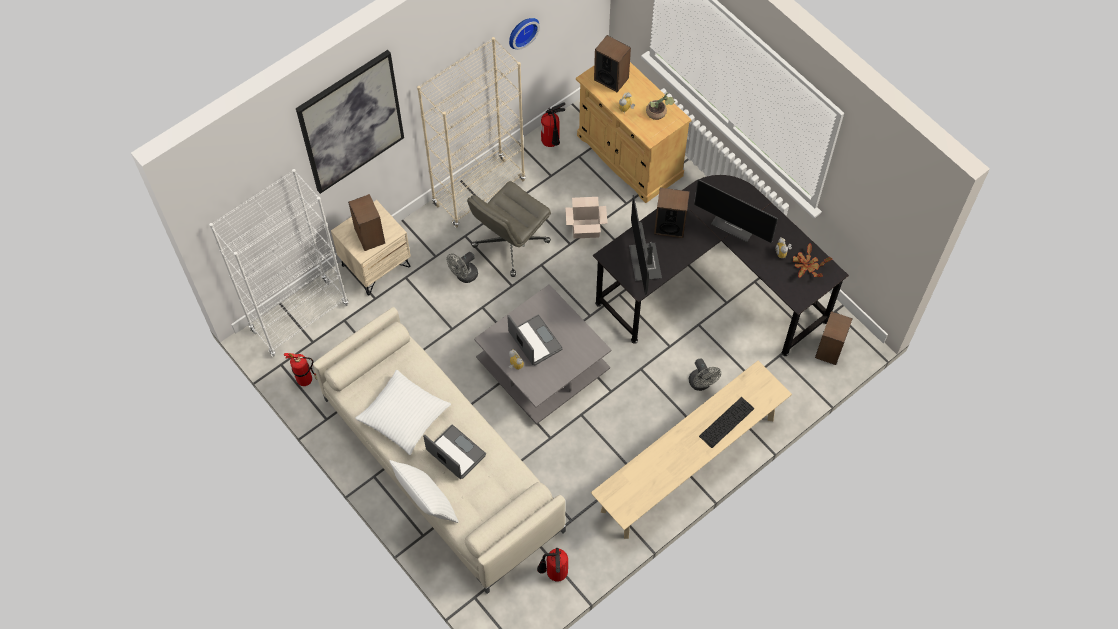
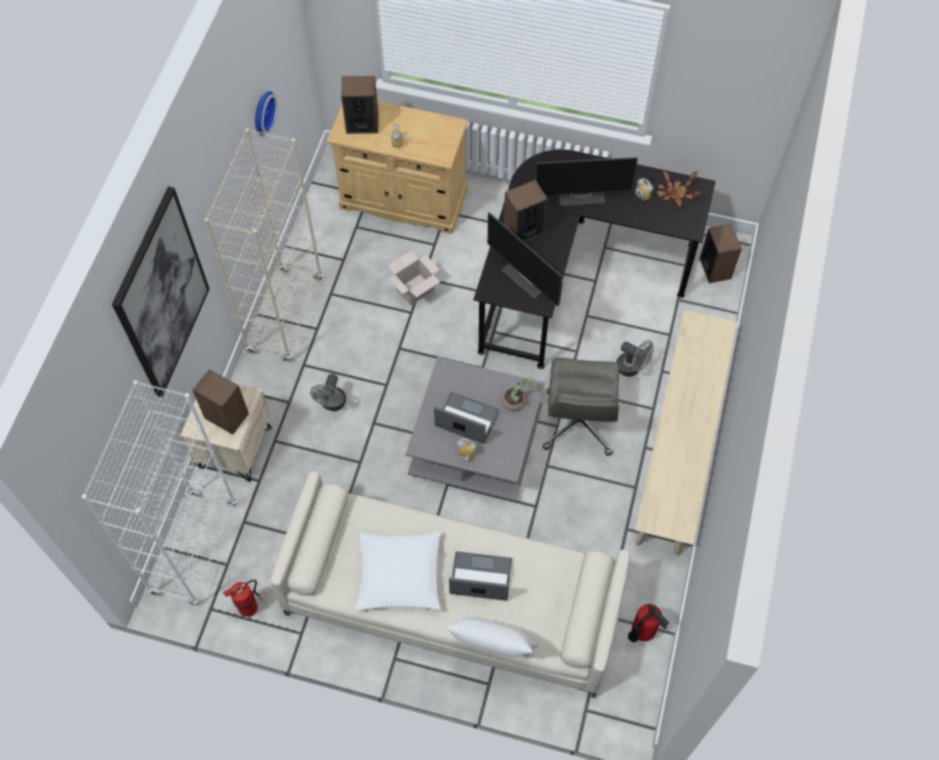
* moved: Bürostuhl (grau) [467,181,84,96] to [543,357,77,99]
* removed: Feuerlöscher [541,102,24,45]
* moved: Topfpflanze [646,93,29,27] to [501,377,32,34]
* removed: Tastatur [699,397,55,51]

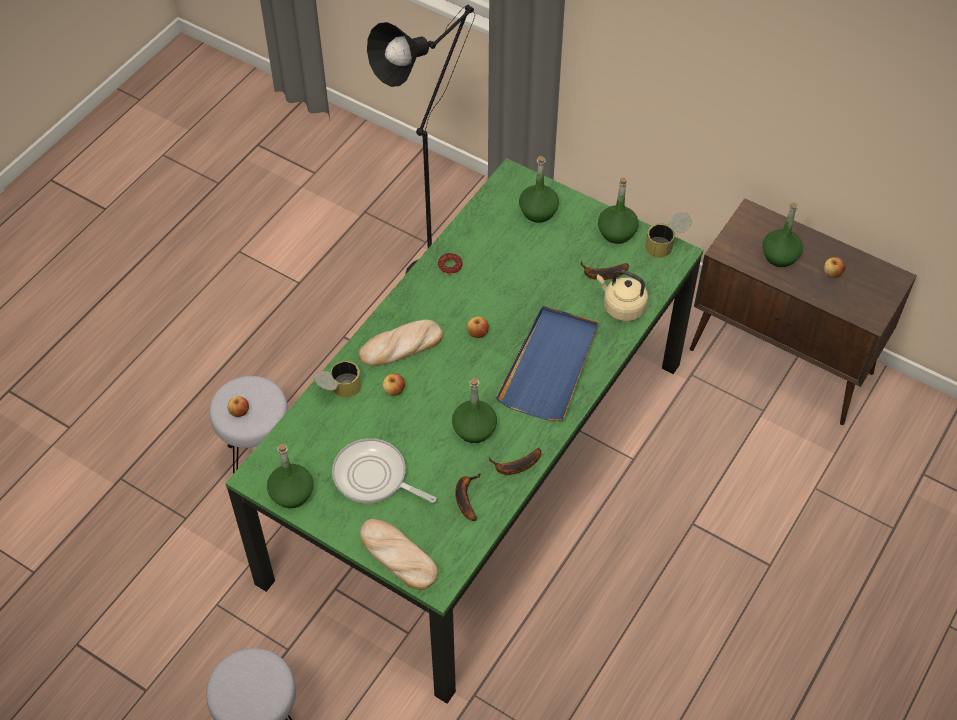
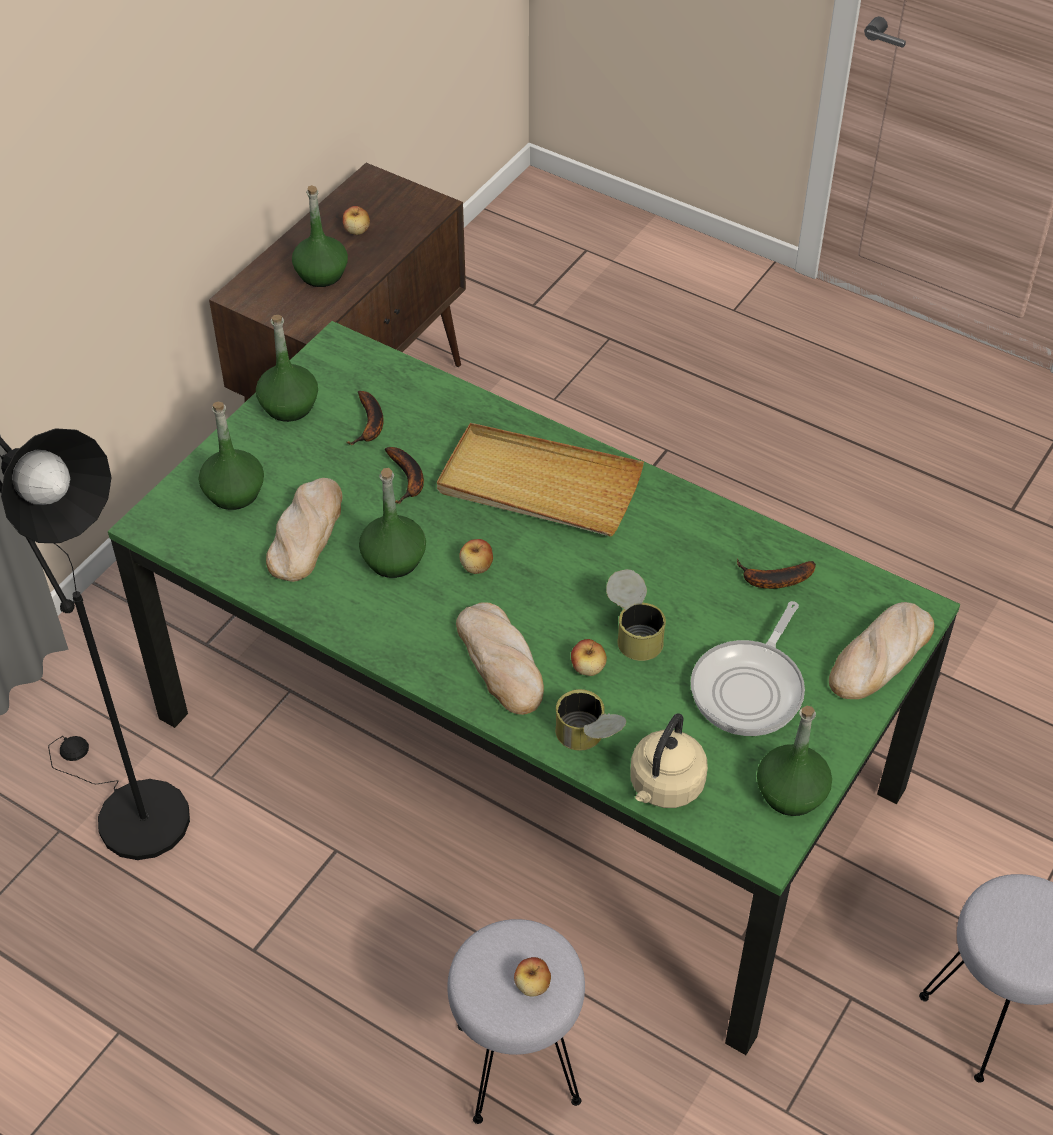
* removed: Donut [438,253,25,21]
* moved: Flasche (grün) [452,378,45,65] to [359,468,67,110]
* moved: Banane [489,448,52,27] to [385,447,39,57]
* recoloured: Tablett (blau) [496,306,102,115] to Tablett (beige) [437,423,207,114]
* moved: Wasserkessel (beige) [597,270,51,51] to [630,713,78,95]
* moved: Dose [645,212,47,46] to [606,569,60,92]
* added: Brot [266,478,76,104]

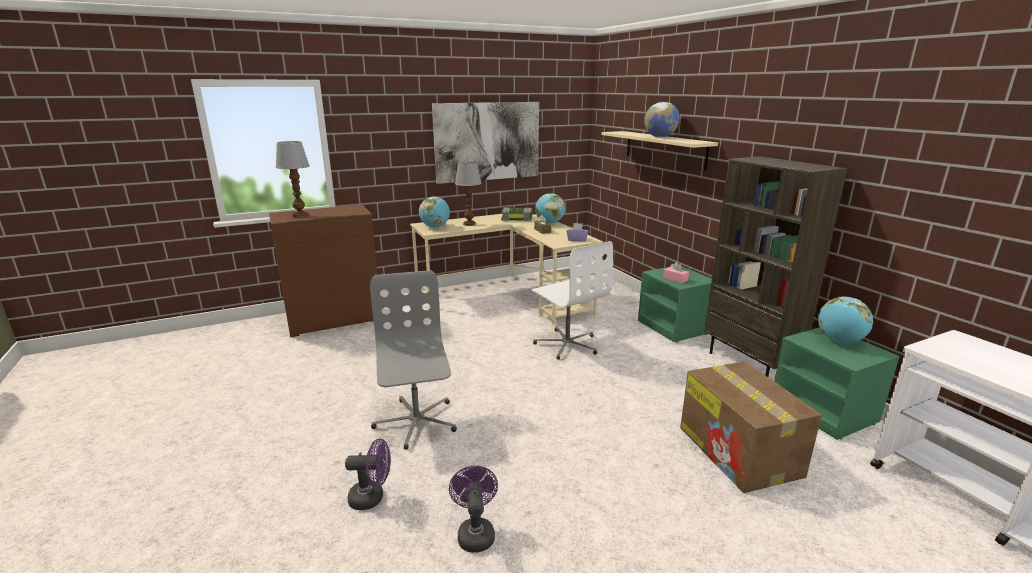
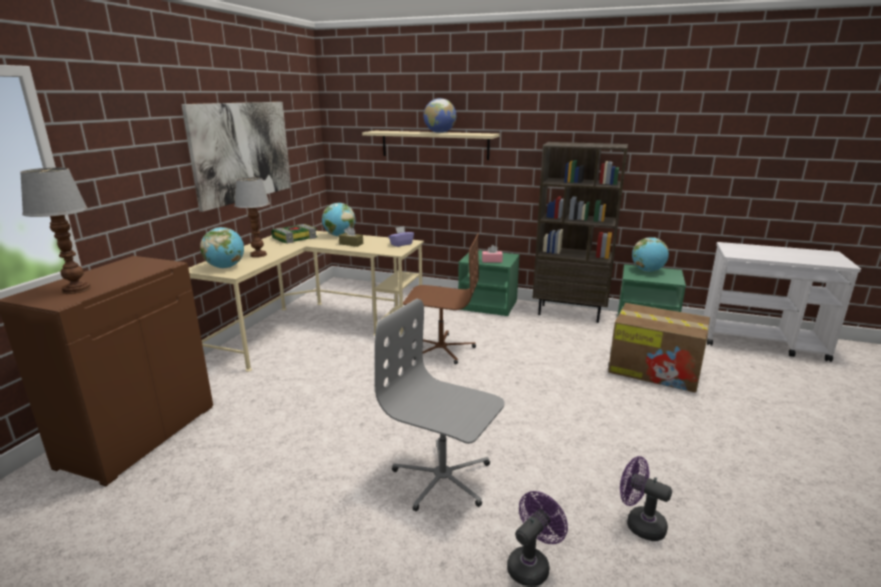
* recoloured: Bürostuhl (weiß) [531,241,82,119] to Bürostuhl (braun) [403,234,76,130]

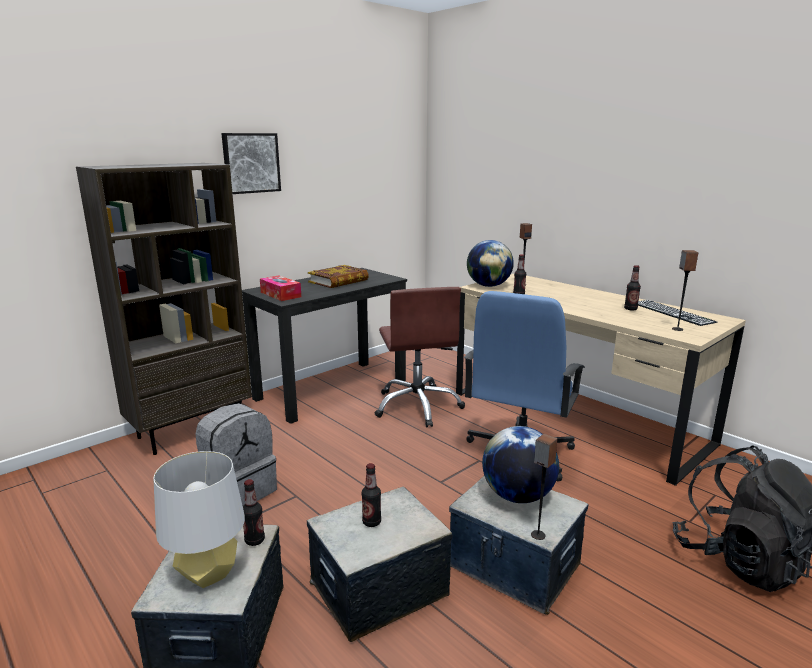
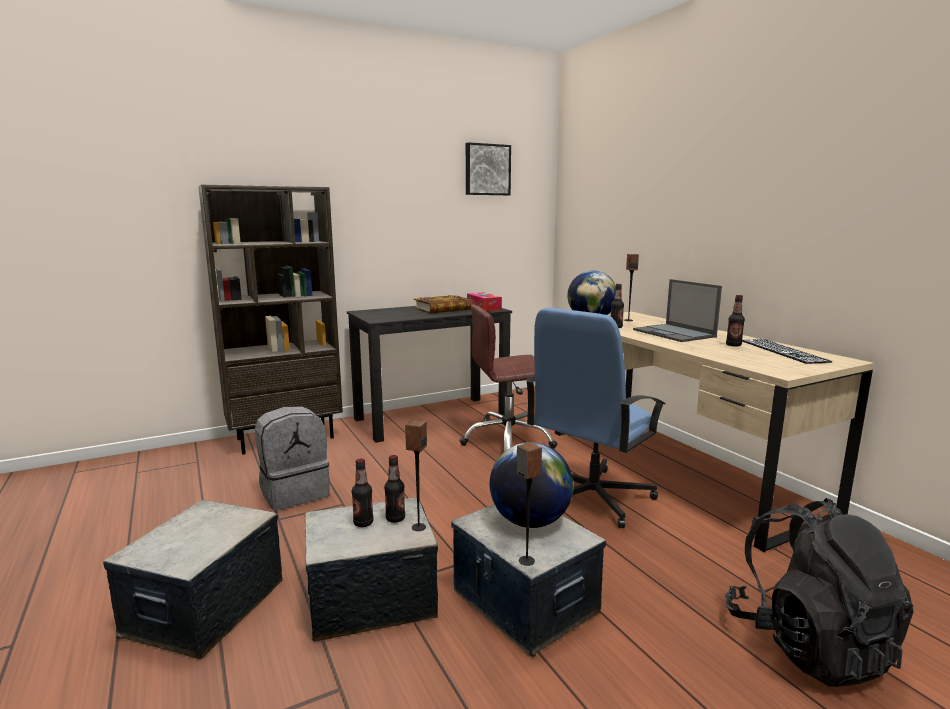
* removed: Tischlampe (grau) [153,451,92,137]
* moved: Bild [221,133,60,61] to [466,142,45,53]
* moved: Flasche [243,479,22,67] to [384,455,21,68]
* moved: Taschentuchbox [260,275,41,26] to [467,292,35,19]
* turned: Bürostuhl (braun) [374,287,91,140] = [460,304,97,148] 75 degrees clockwise
* moved: Lautsprecher [672,250,26,81] to [405,420,22,111]
* added: Laptop [633,279,89,63]

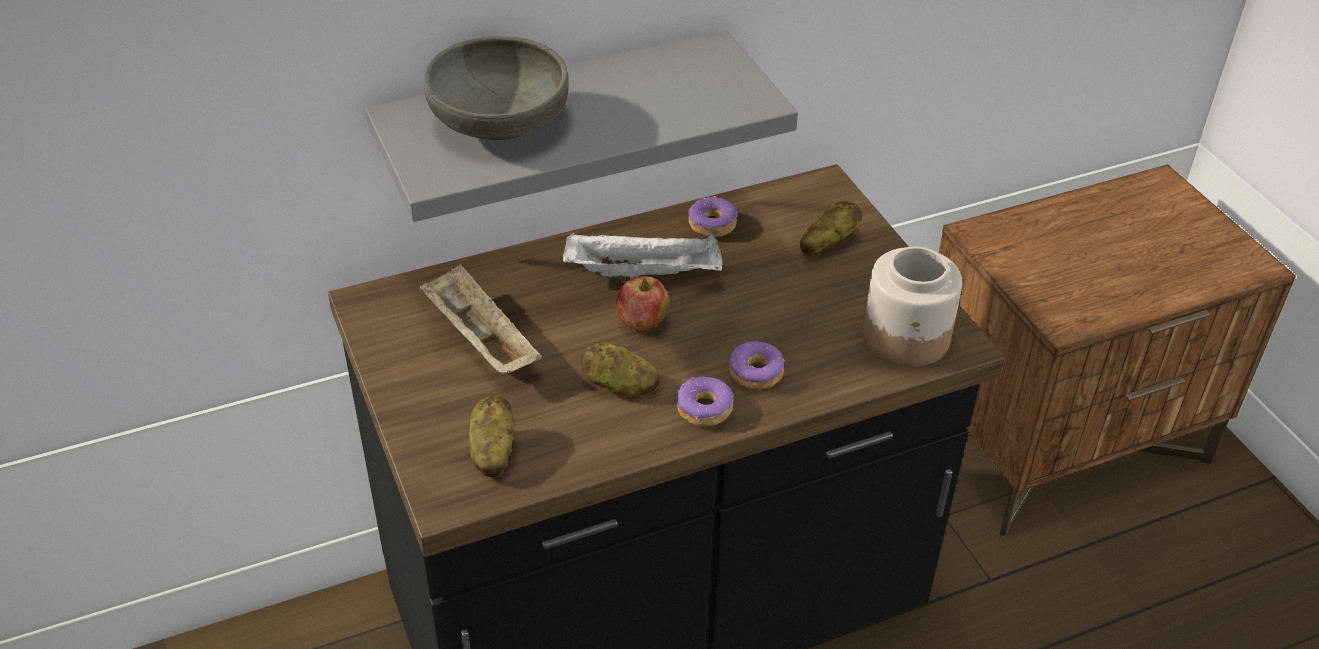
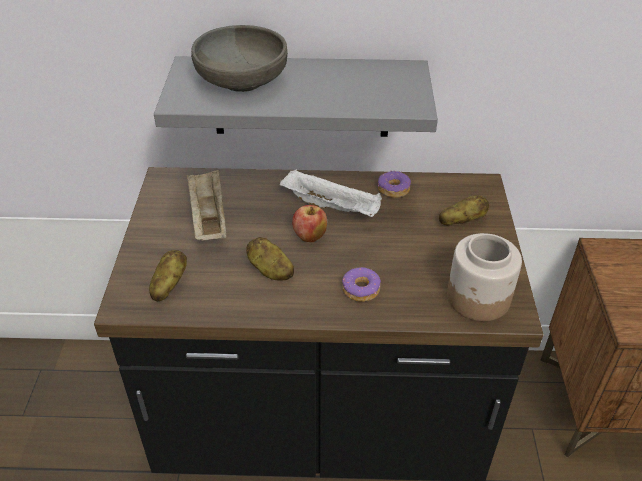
* removed: Donut [677,376,56,50]

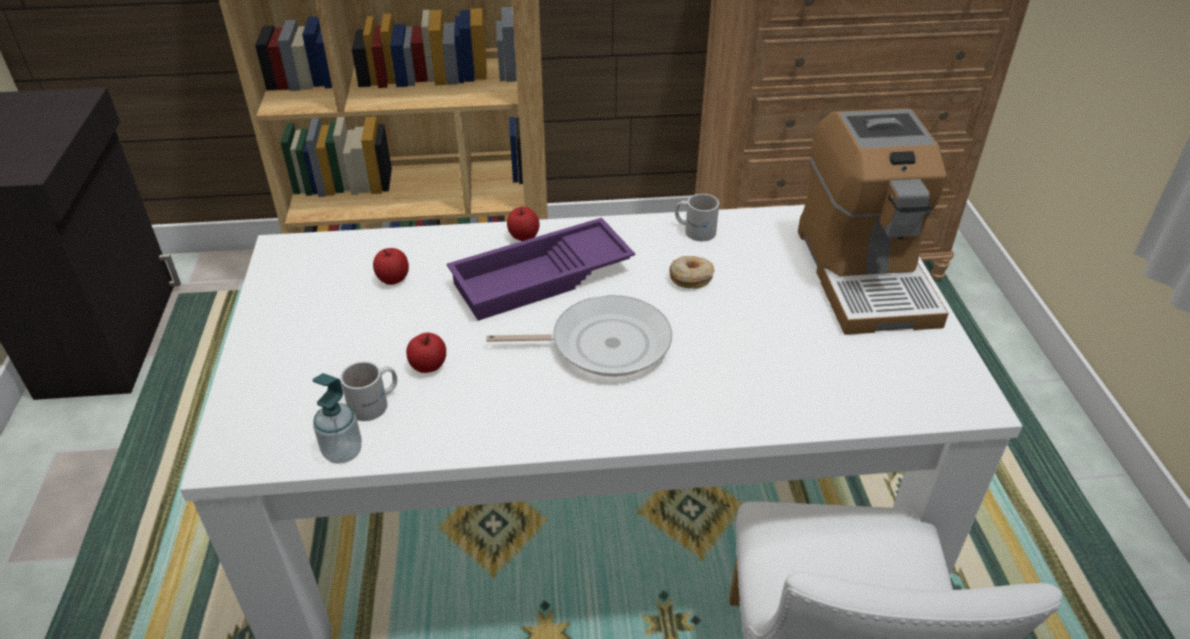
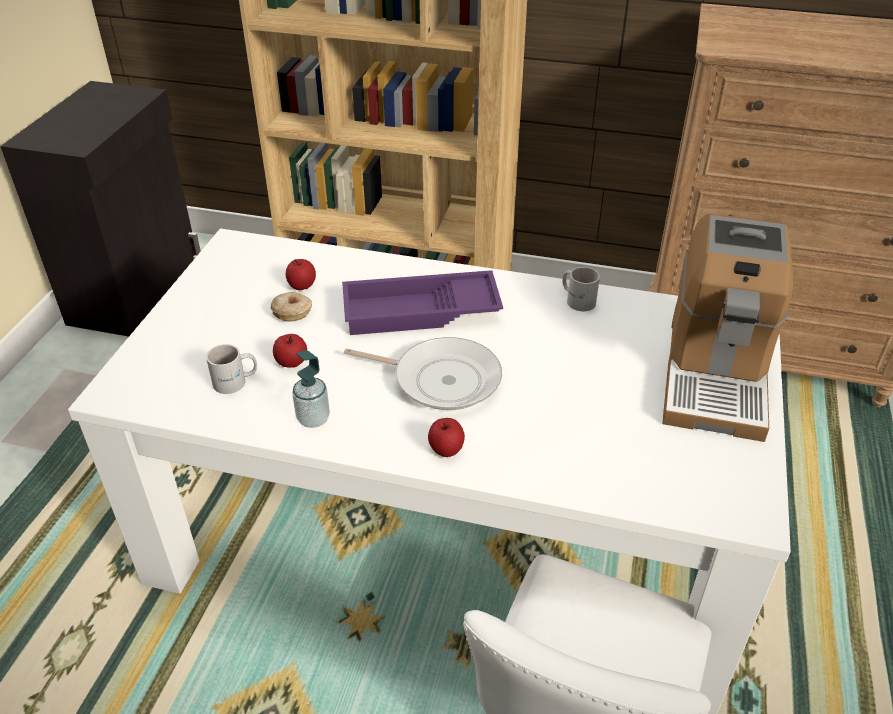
* moved: Seifenspender [313,373,49,91] to [292,350,38,78]
* moved: Apfel [507,207,32,34] to [428,418,37,39]
* moved: Donut [669,256,45,33] to [271,292,41,30]

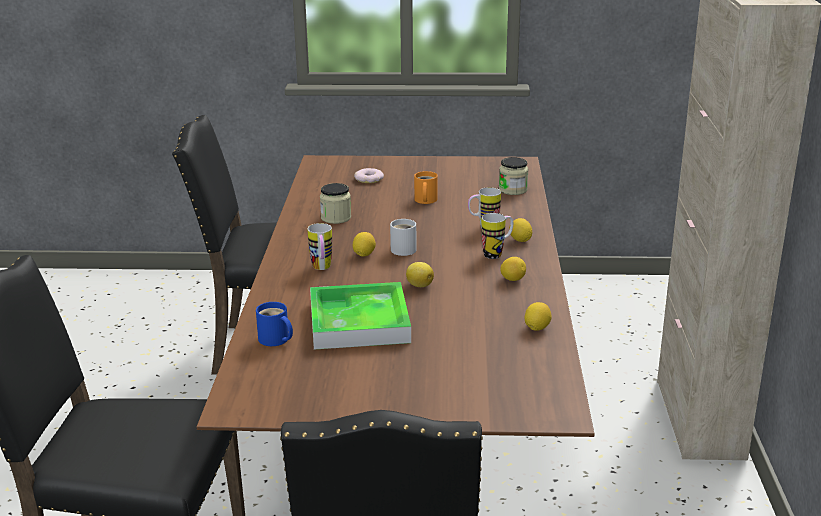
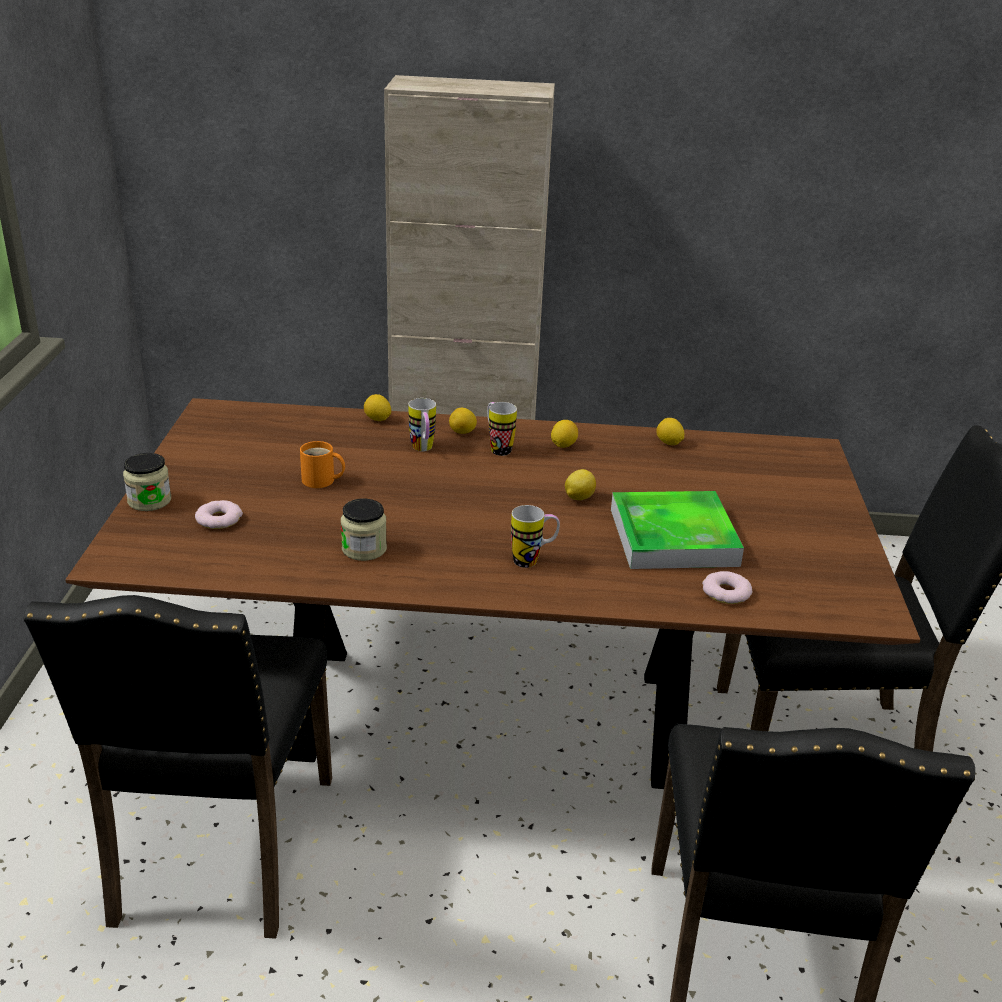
* replaced: Henkelbecher (blau) [256,302,37,44] to Donut [702,571,50,33]
* moved: Zitrone [353,232,23,25] to [364,394,27,27]
* removed: Henkelbecher (weiß) [390,219,26,37]
* moved: Vorratsglas [499,157,30,38] to [123,453,48,58]

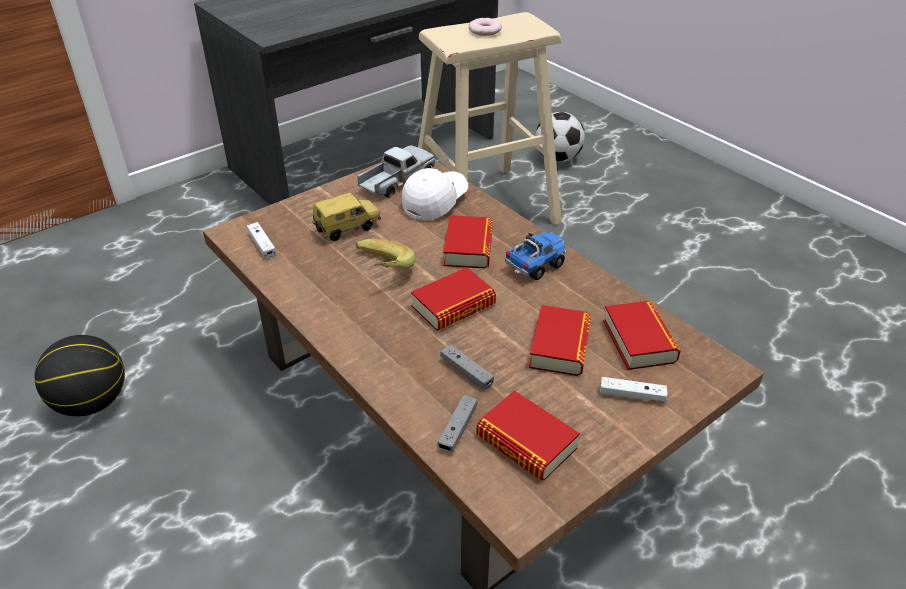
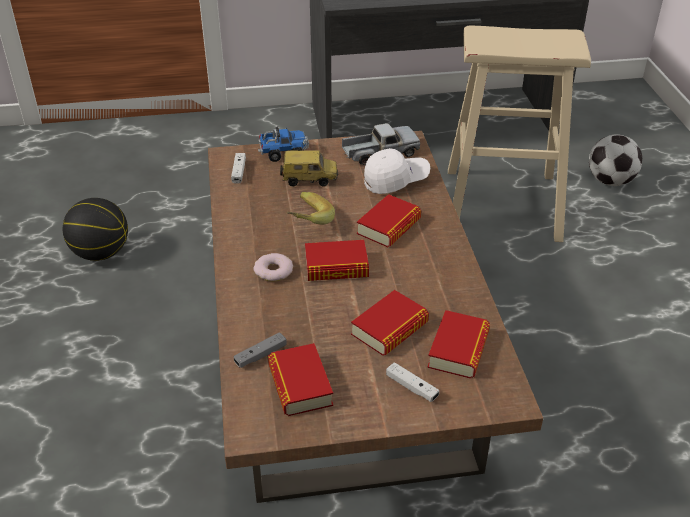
* removed: Gamepad (grau) [440,345,54,45]
* moved: Donut [469,18,33,18] to [253,253,40,28]
* moved: Spielzeuglaster [505,232,61,48] to [258,127,51,35]

